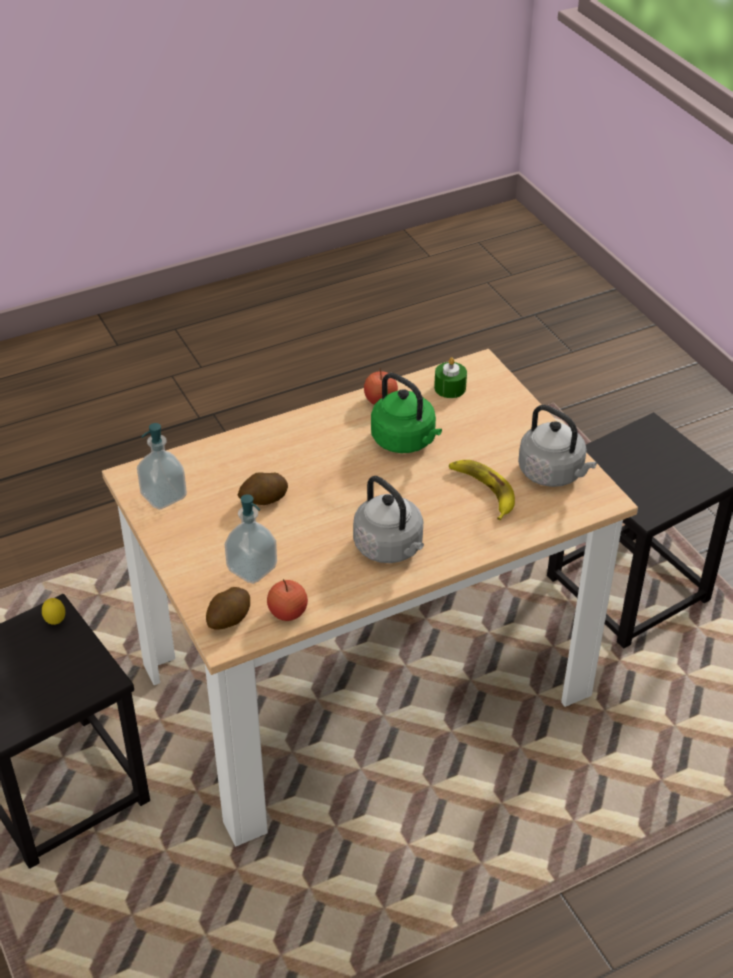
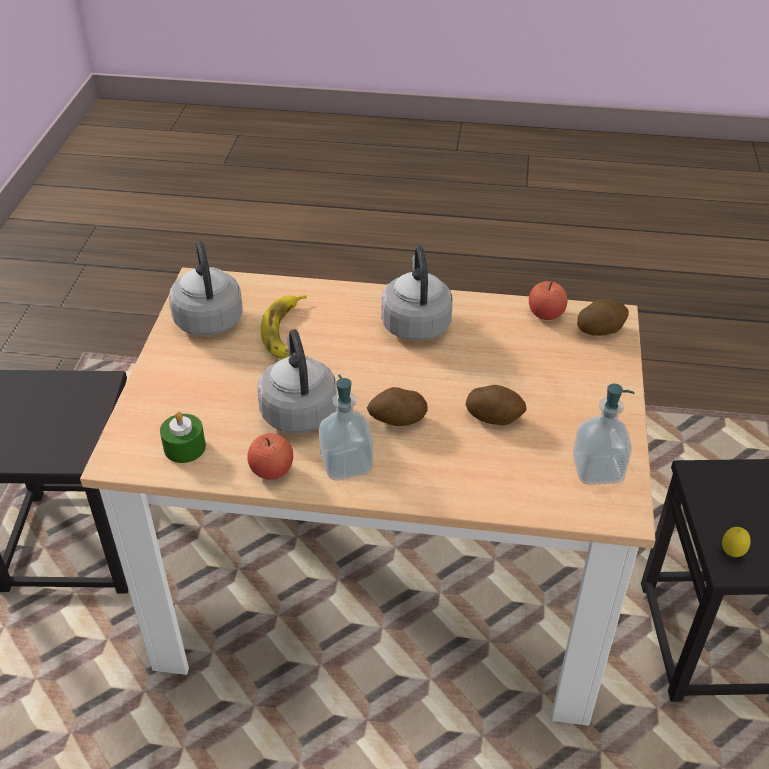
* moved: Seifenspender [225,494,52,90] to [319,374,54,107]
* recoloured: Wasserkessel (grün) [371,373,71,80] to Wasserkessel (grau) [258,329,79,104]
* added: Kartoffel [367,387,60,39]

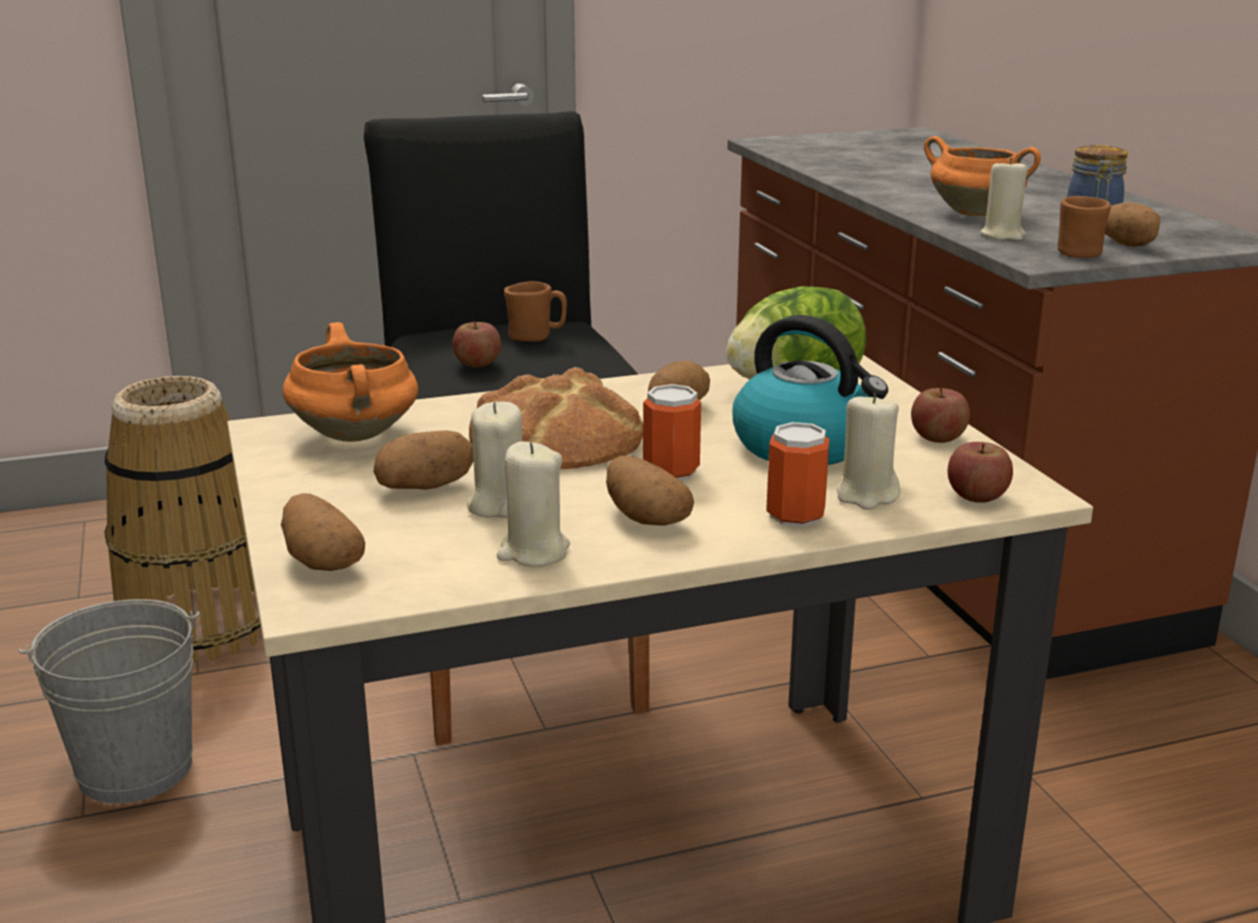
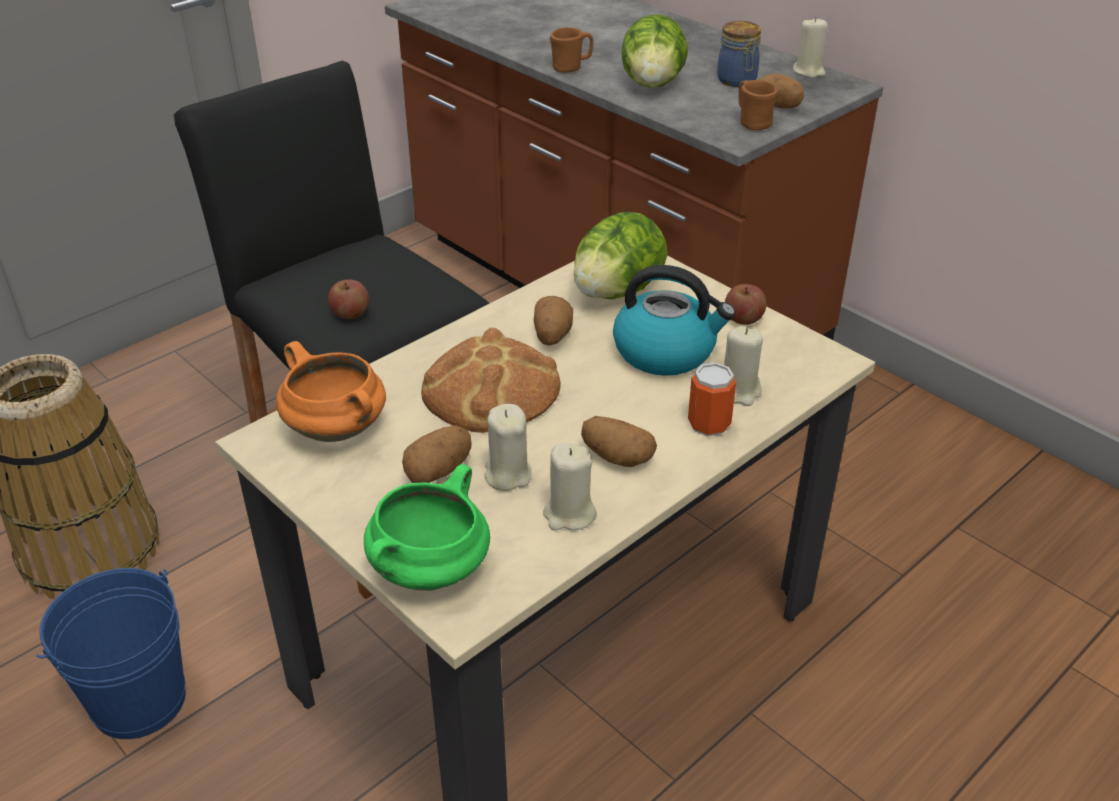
* recoloured: Eimer (grau) [18,599,182,204] to Eimer (blau) [36,568,150,171]
* replaced: Kartoffel [281,493,84,78] to Kochtopf (grün) [364,464,126,127]
* moved: Henkelbecher (braun) [504,281,63,61] to [550,27,43,46]
* removed: Dose [643,384,58,96]
* replaced: Kochtopf (orange) [924,136,117,80] to Salatkopf [621,14,67,74]
* removed: Apfel [948,442,65,61]
* moved: Kerze (beige) [981,158,46,83] to [793,17,35,61]

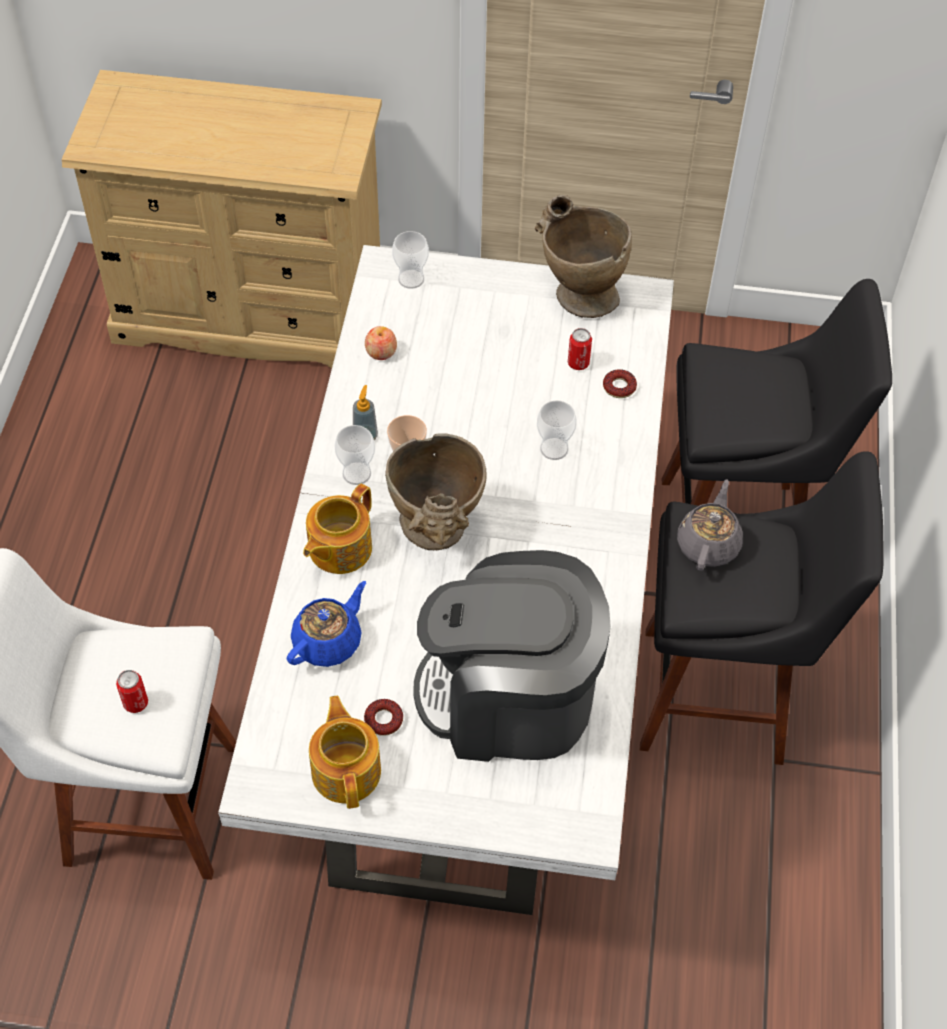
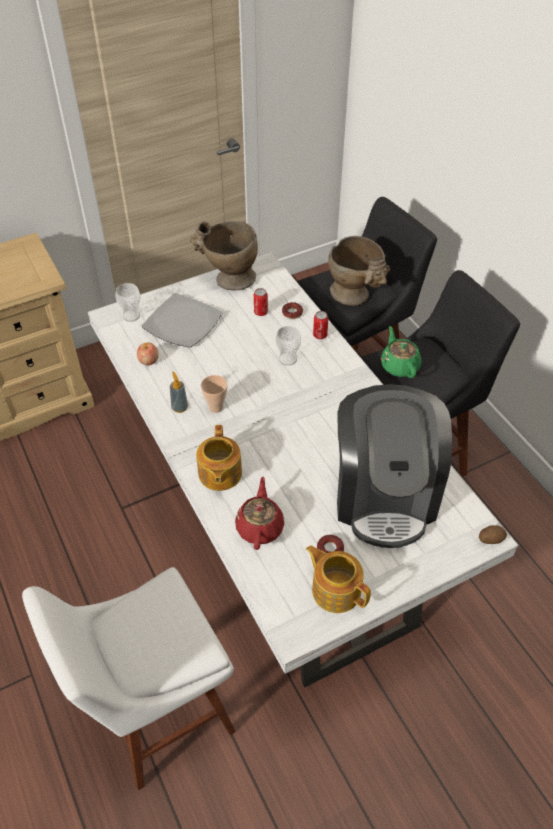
* moved: Dose [116,670,32,43] to [313,311,16,28]
* recoloured: Teekanne (blau) [287,581,79,86] to Teekanne (rot) [235,477,49,73]
* removed: Tasse [335,425,40,60]
* moved: Vase (beige) [385,433,102,117] to [328,236,62,70]
* turned: Kaffeemaschine [413,550,198,212] = [337,384,115,164] 60 degrees counterclockwise
* recoloured: Teekanne (grau) [677,480,66,91] to Teekanne (grün) [381,326,41,52]
* added: Teller [142,293,80,55]
* added: Kartoffel [479,525,28,19]

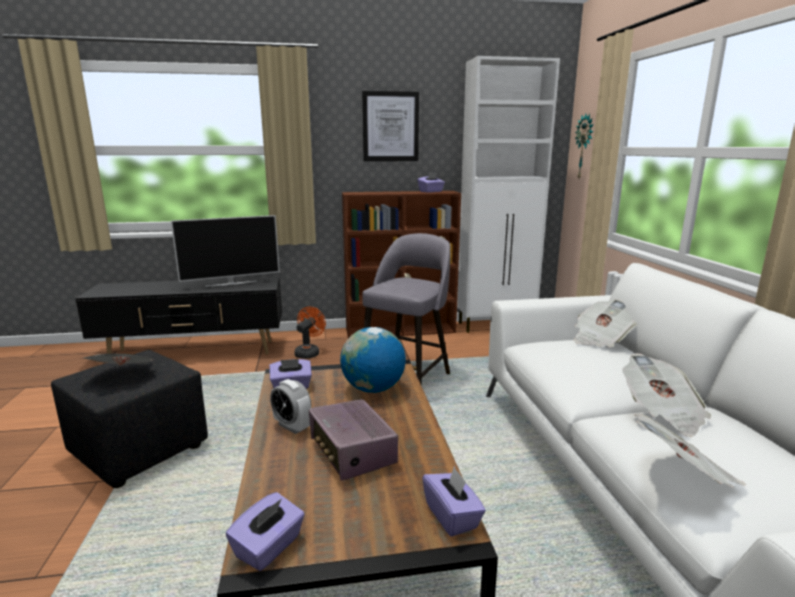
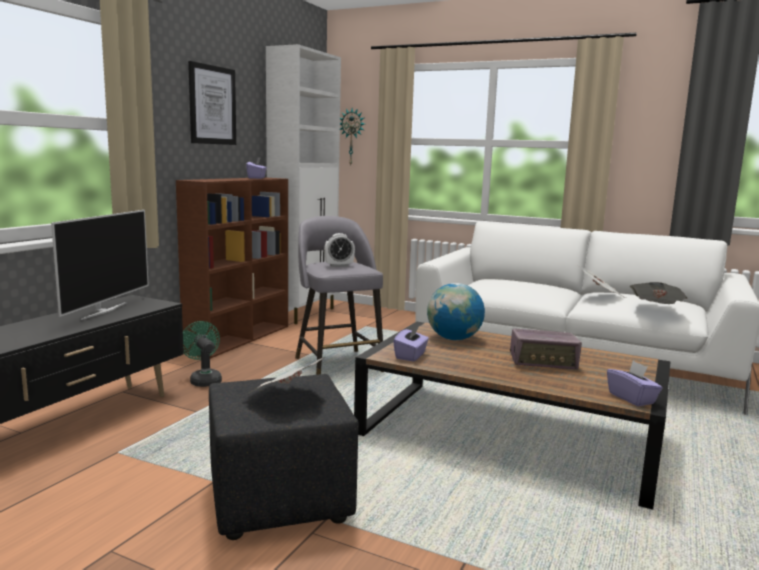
* moved: Wecker [270,379,41,55] to [324,233,31,34]
* recoloured: Ventilator (orange) [294,306,32,53] to Ventilator (grün) [183,321,39,66]
* removed: Taschentuchbox (lila) [422,466,64,71]
* removed: Zeitung [574,300,63,47]

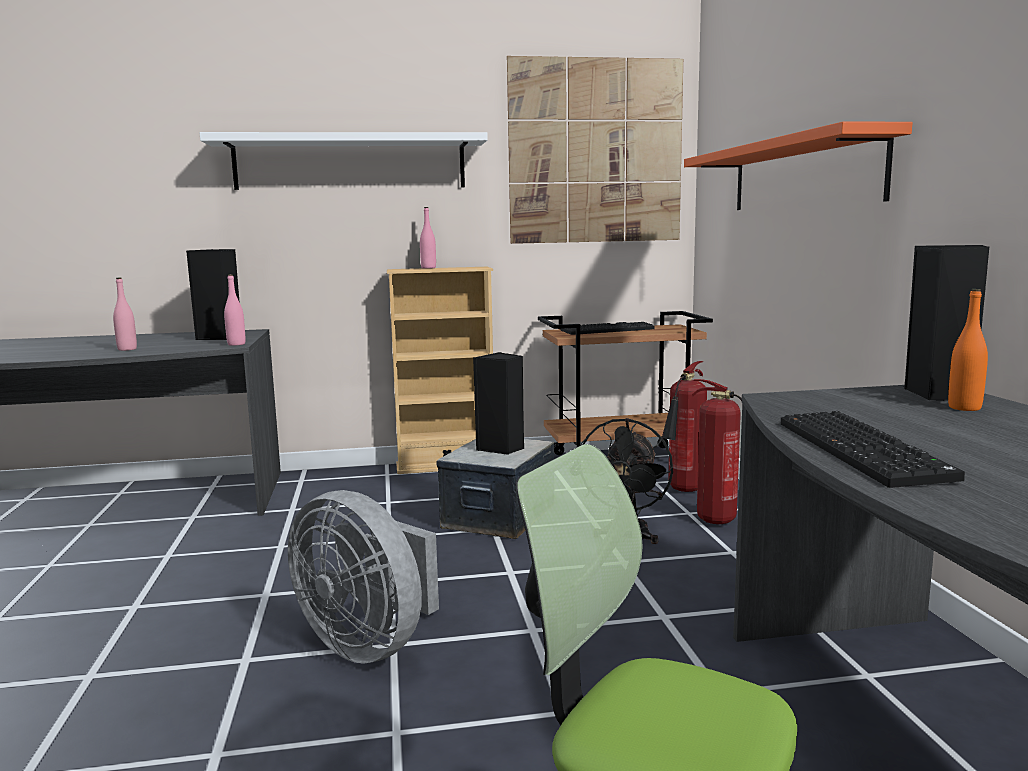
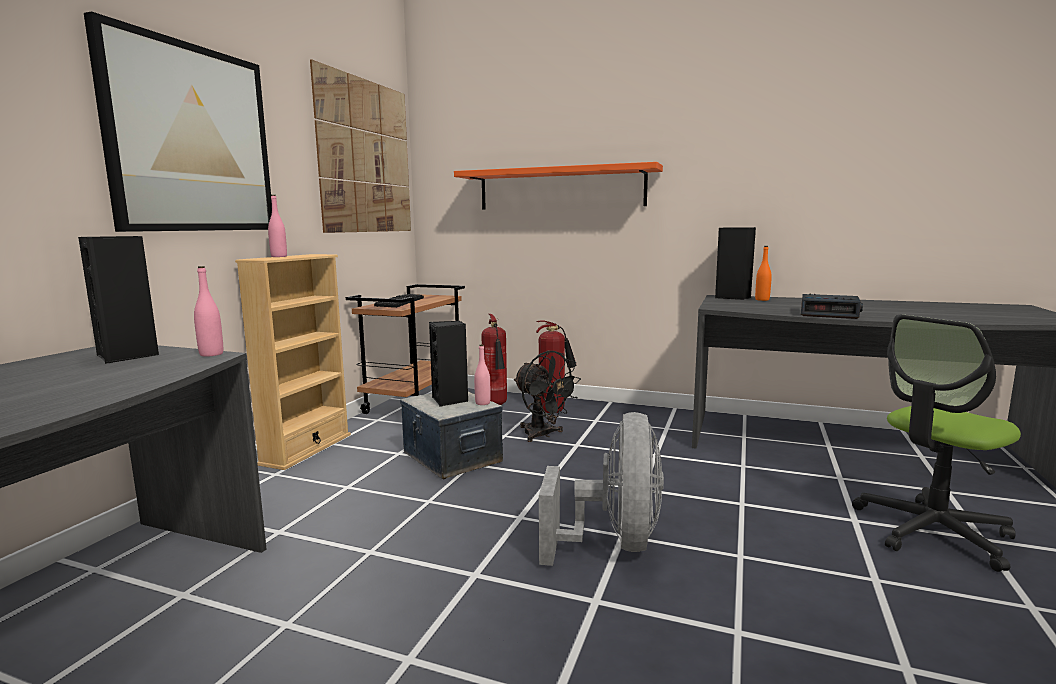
* moved: Flasche (rosa) [113,278,24,73] to [474,344,16,61]
* replaced: Wandregal (weiß) [200,132,288,58] to Bild [84,11,188,221]
* turned: Ventilator (grau) [288,490,151,174] = [539,412,125,154] 60 degrees counterclockwise
* replaced: Tastatur [781,411,184,77] to Wecker [801,294,62,25]

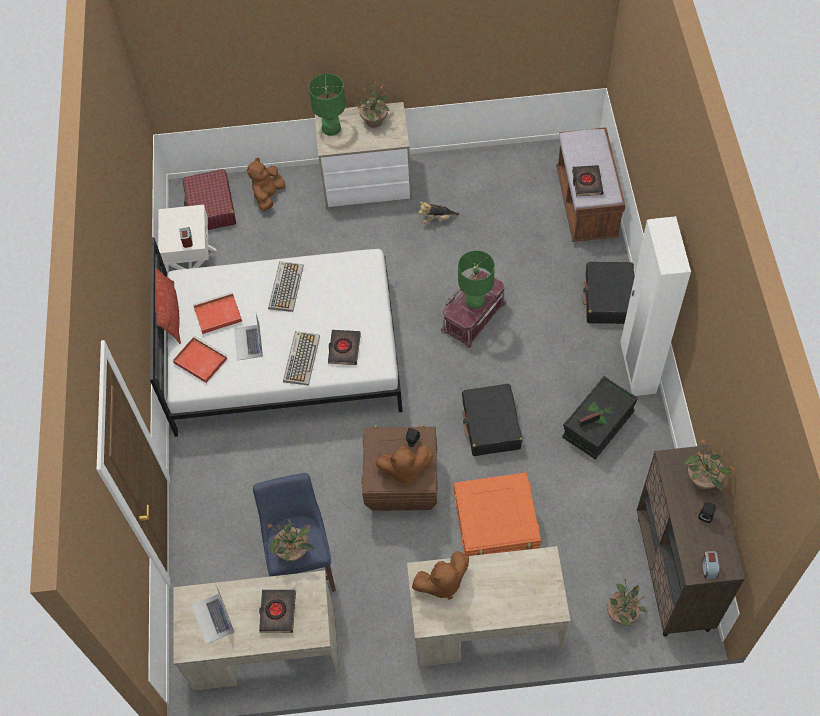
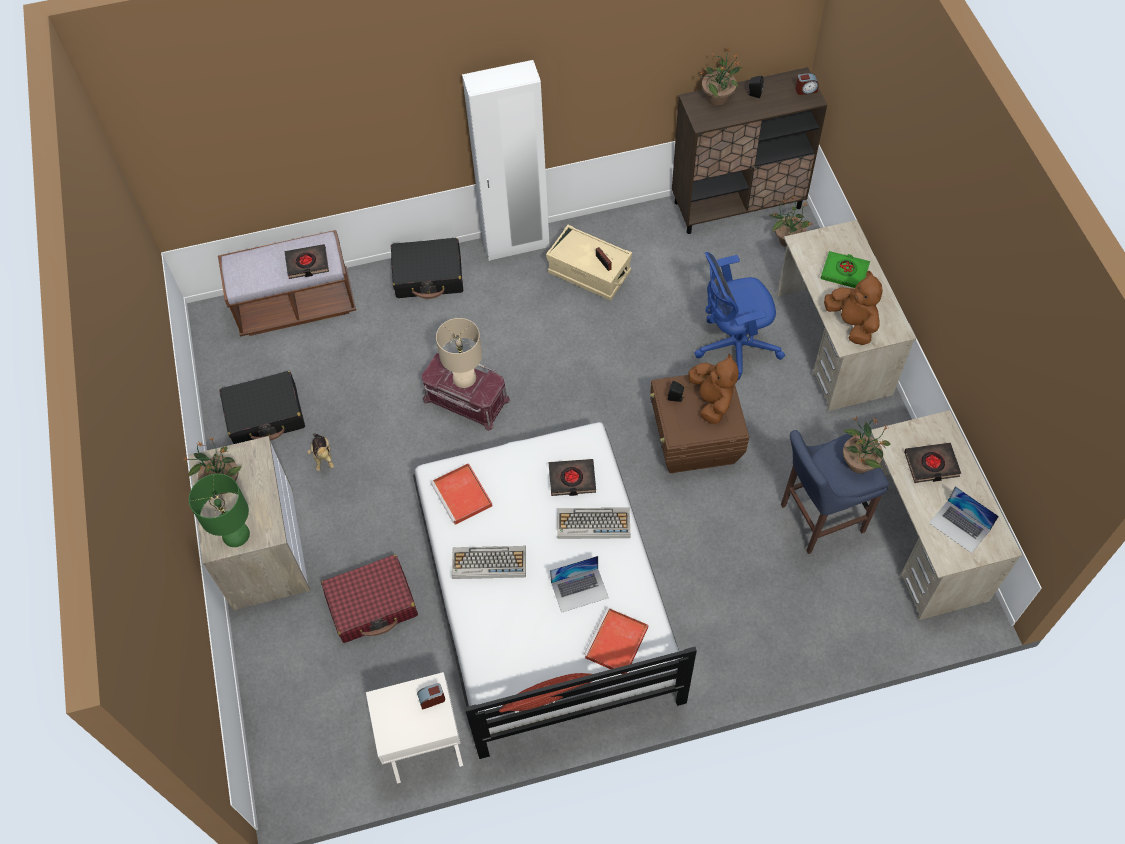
* moved: Koffer (rot) [182,169,54,61] to [321,555,97,88]
* turned: Laptop [192,584,42,60] = [929,486,70,67] 75 degrees clockwise
* moved: Tablett (rot) [193,292,49,42] to [430,463,62,62]
* removed: Plüschtier (braun) [247,158,38,53]
* replaced: Aufbewahrungsbox (orange) [454,472,87,84] to Bürostuhl (blau) [694,252,91,129]
* recoloured: Tischlampe (grün) [458,250,37,59] to Tischlampe (beige) [436,318,46,70]
* moved: Koffer (schwarz) [462,384,60,72] to [219,371,86,73]
* recoloured: Aufbewahrungsbox (schwarz) [562,376,76,83] to Aufbewahrungsbox (beige) [546,225,86,76]
* added: Buch (grün) [820,251,50,37]

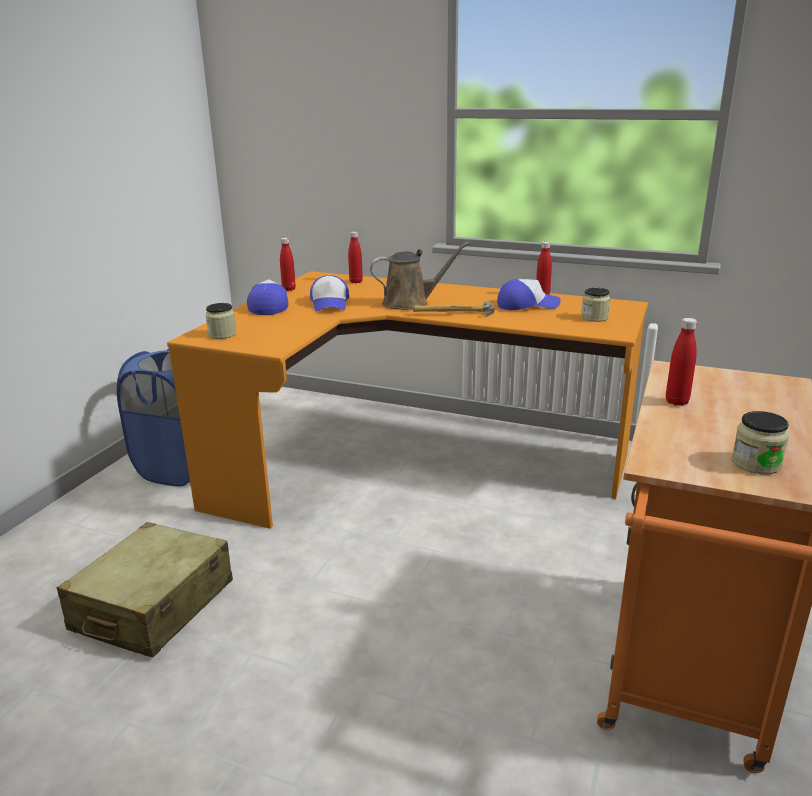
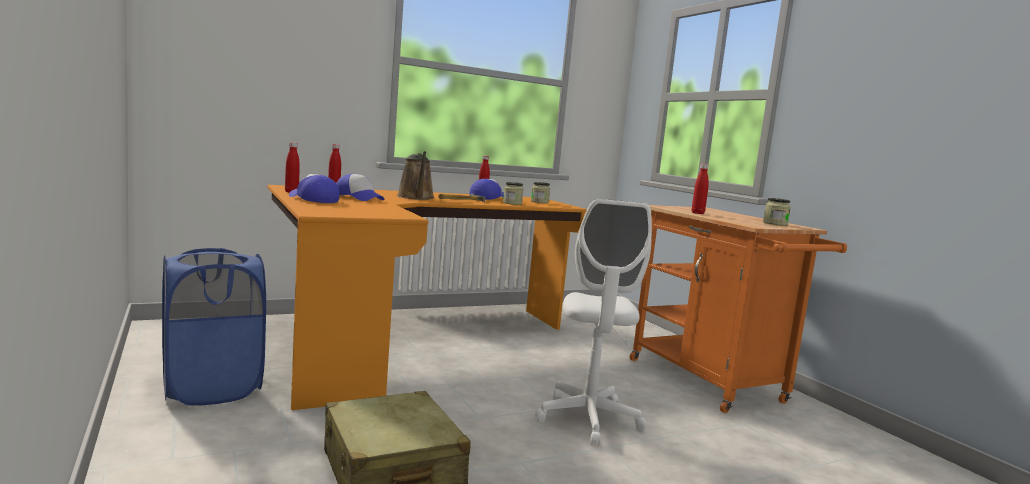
* moved: Vorratsglas [206,303,30,36] to [503,182,21,23]
* turned: Gießkanne (braun) [370,242,99,68] = [397,151,37,49] 135 degrees clockwise
* added: Bürostuhl (weiß) [535,199,117,246]

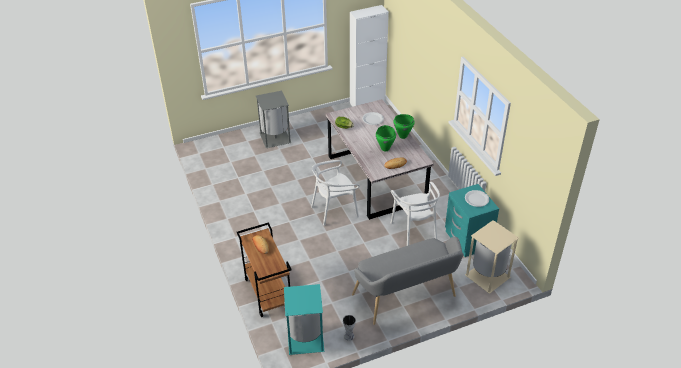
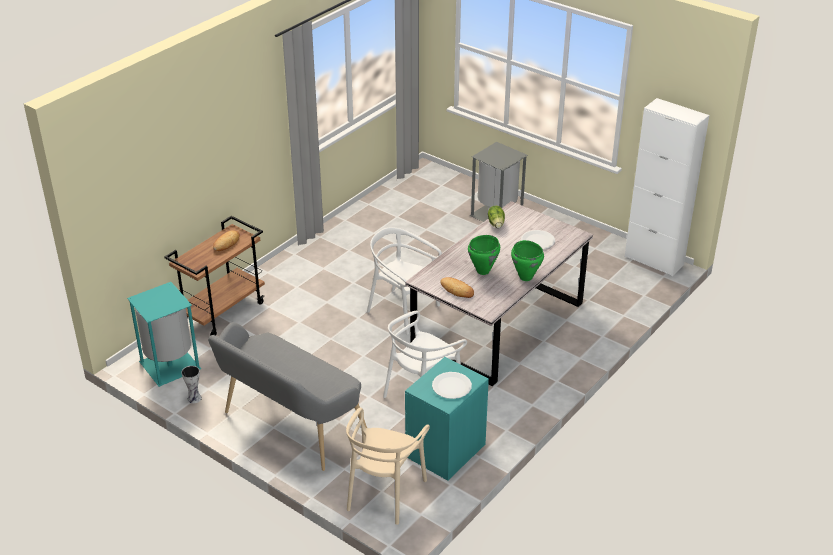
* replaced: Mülleimer (beige) [465,220,54,74] to Stuhl (beige) [346,408,84,117]

